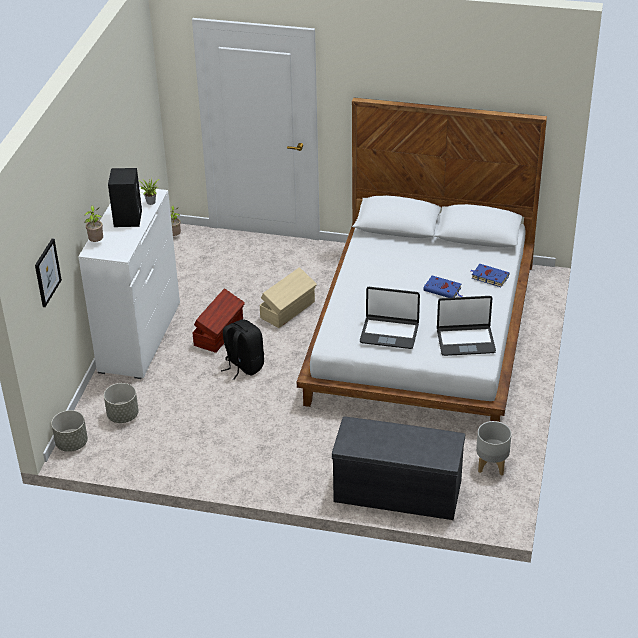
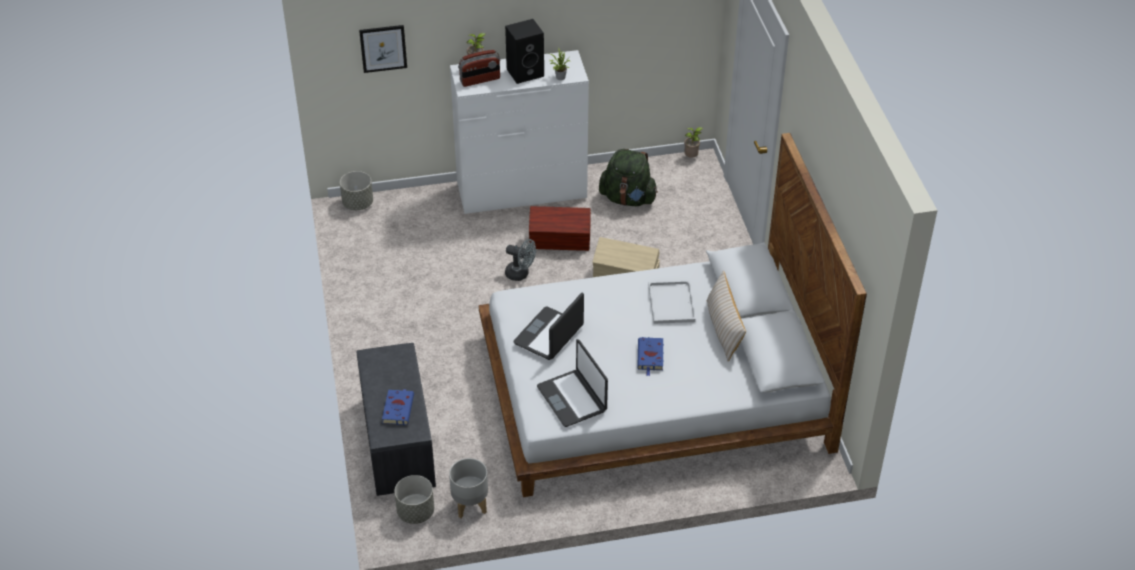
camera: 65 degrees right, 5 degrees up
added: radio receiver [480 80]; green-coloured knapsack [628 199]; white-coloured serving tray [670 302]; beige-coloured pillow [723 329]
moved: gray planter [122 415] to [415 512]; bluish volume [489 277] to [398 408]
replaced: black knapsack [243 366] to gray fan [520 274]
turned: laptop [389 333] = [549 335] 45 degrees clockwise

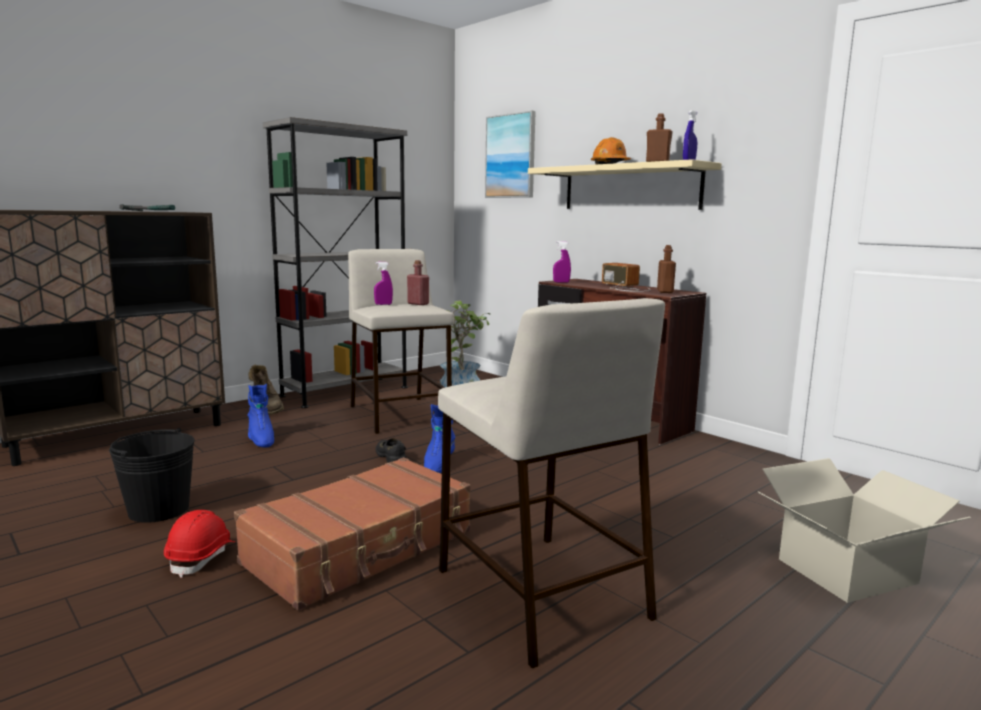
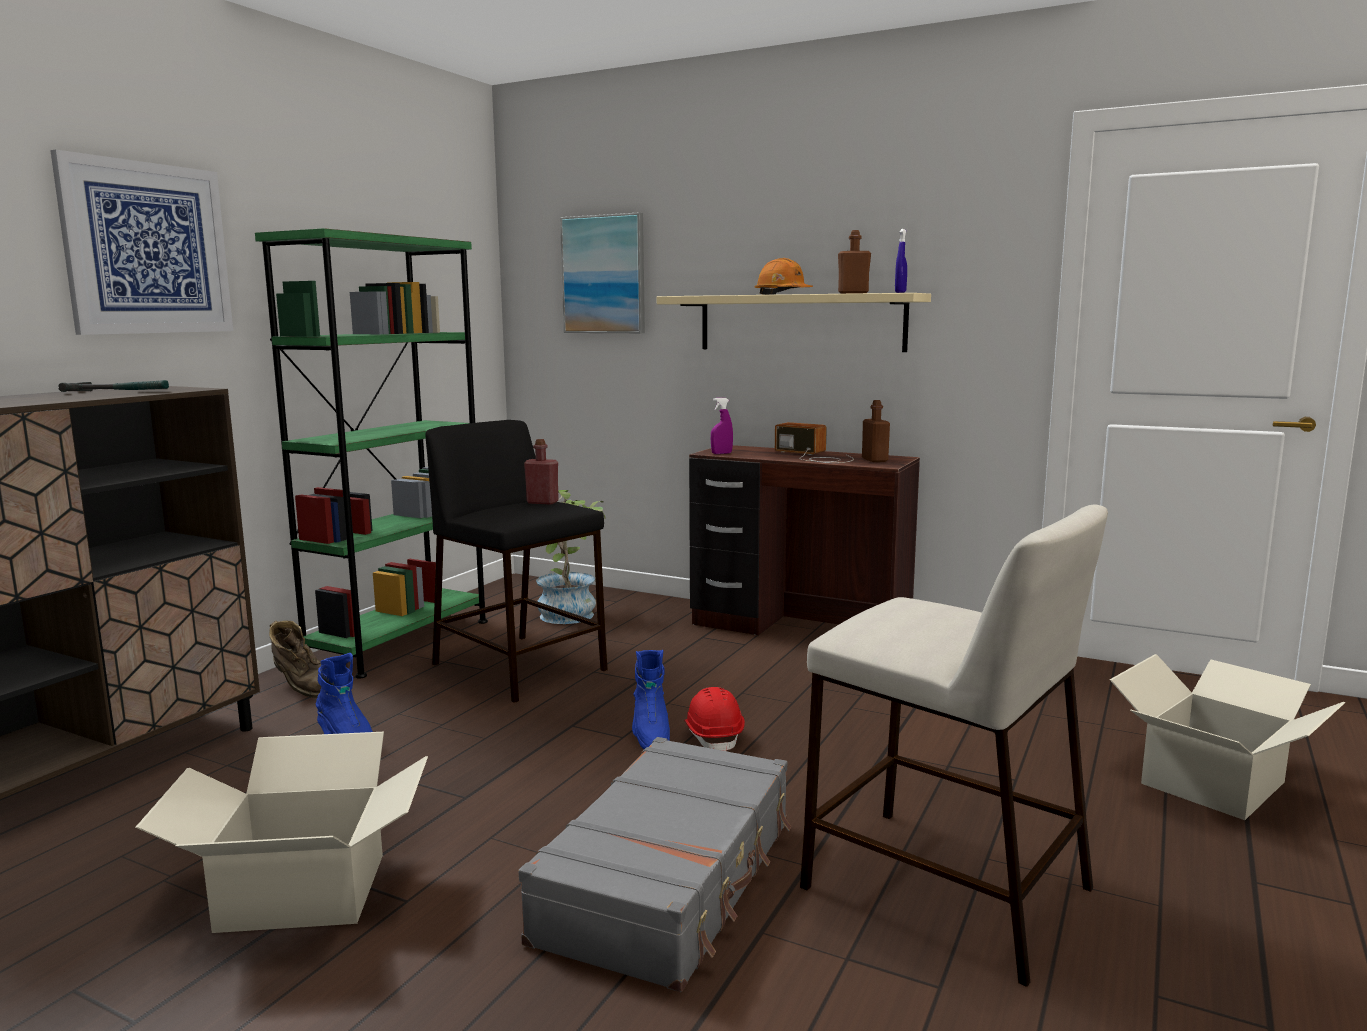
camera: 20 degrees left, 0 degrees up
removed: purple sprayer [383 304]; black item of footwear [392 457]
added: wall picture [147 249]
moved: red-coloured hard hat [202 557] to [714 736]
replaced: black pail [159 510] to packing box [302 891]
recoloured: brownish suitcase [361 548] to gray suitcase [670 880]; gray bookshelf [345 391] to green-coloured bookshelf [399 641]; beige-coloured stool seat [400 415] to black stool seat [521 667]

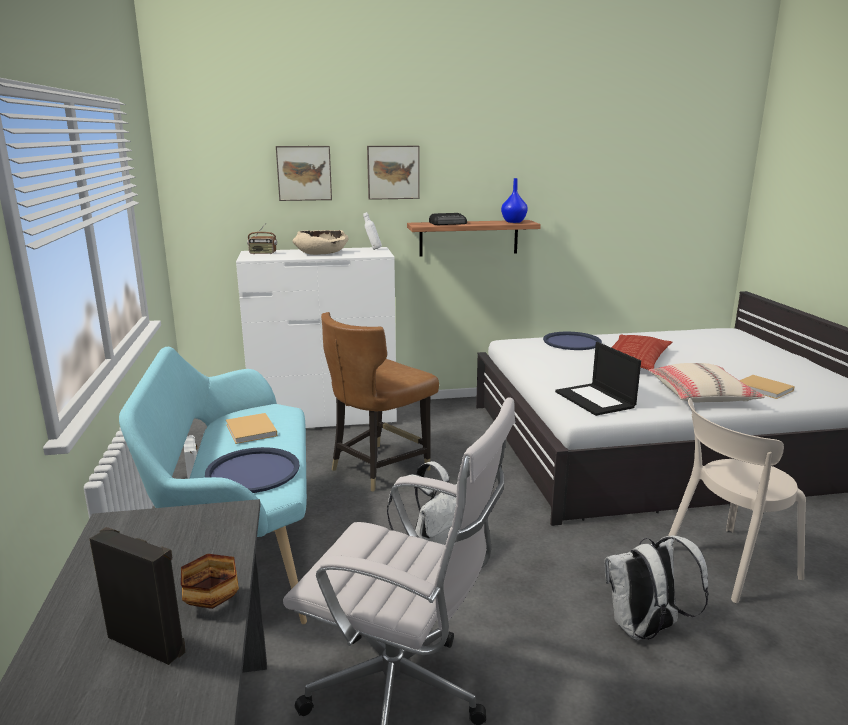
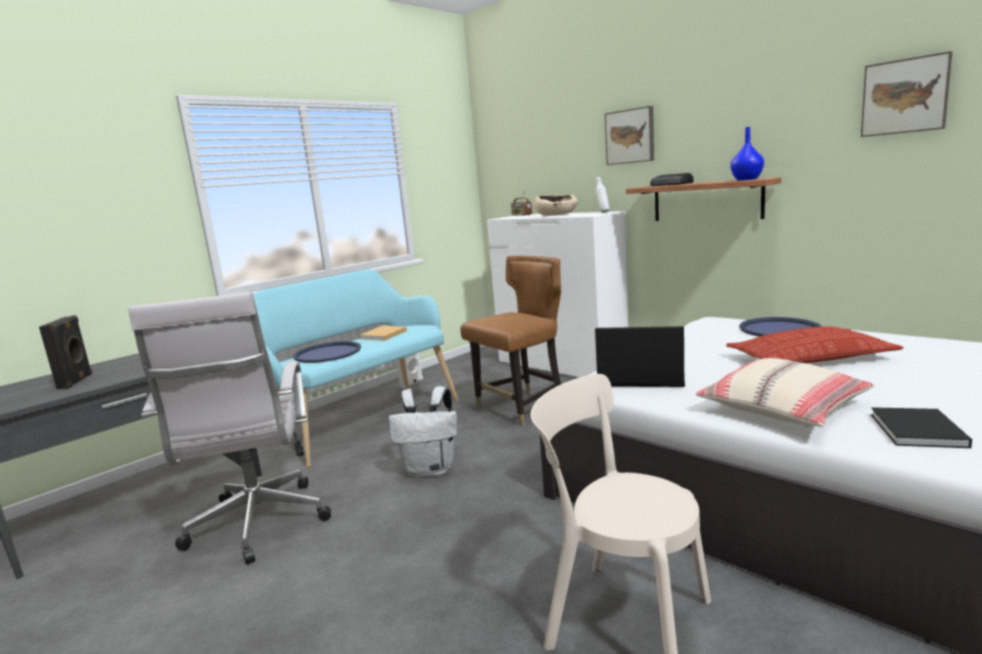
camera: 55 degrees right, 5 degrees down
removed: deep dish [210 601]; white-coloured knapsack [645 630]
moved: wall picture [304 173] to [905 96]
recoloured: beige-coloured volume [765 389] to black volume [918 431]
turned: brownish chair [378 468] = [522 407] 135 degrees clockwise; laptop [596 400] = [639 377] 75 degrees clockwise

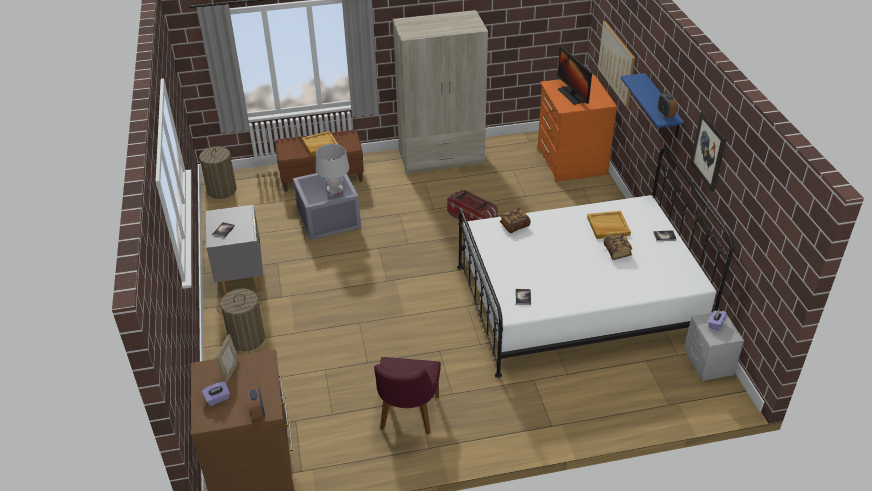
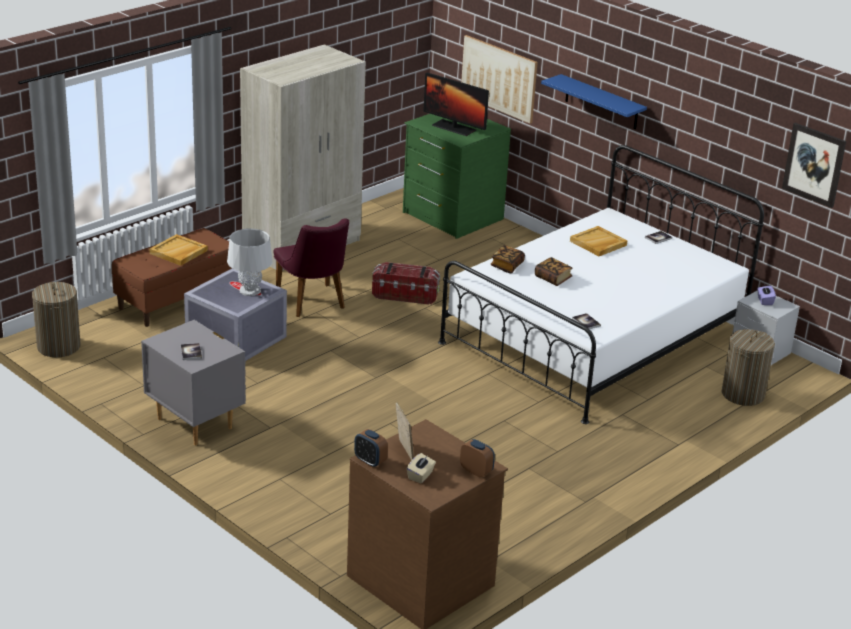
camera: 35 degrees left, 10 degrees down
moved: washing basket [247 338] to [742 394]; purple chair [407 417] to [313 304]; volume [617 251] to [553 278]; bedside clock [665 115] to [370 461]; wall picture [708 151] to [814 164]
recoloured: purple box of tissues [217 399] to beige-coloured box of tissues [420 476]; orange-coloured dresser [570 161] to green-coloured dresser [451 216]

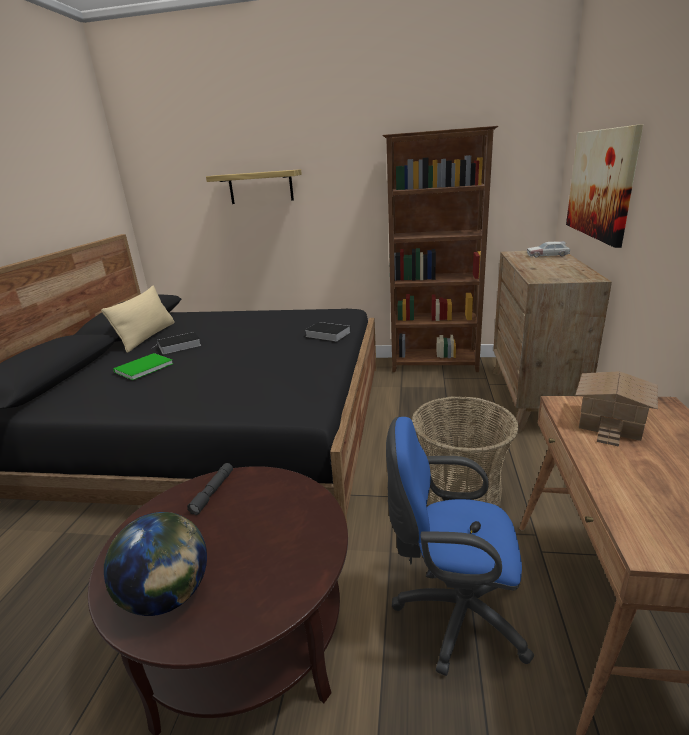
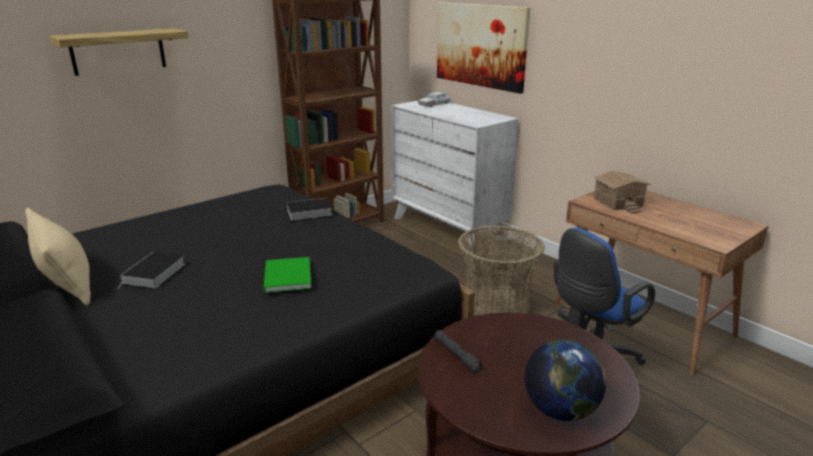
camera: 50 degrees left, 0 degrees up
moved: green-coloured volume [142 368] to [286 277]
recoloured: brownish dresser [532 398] to white-coloured dresser [448 228]

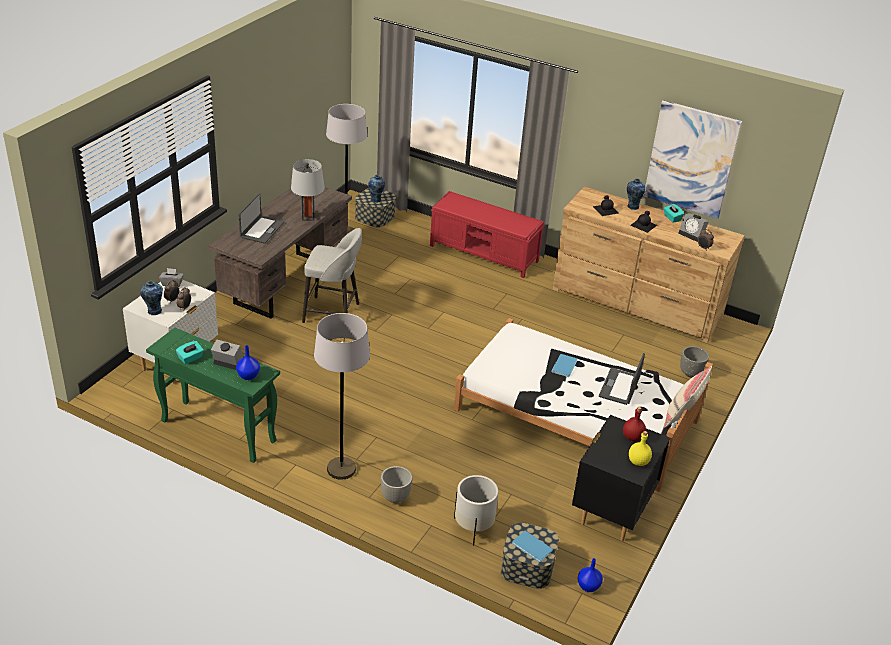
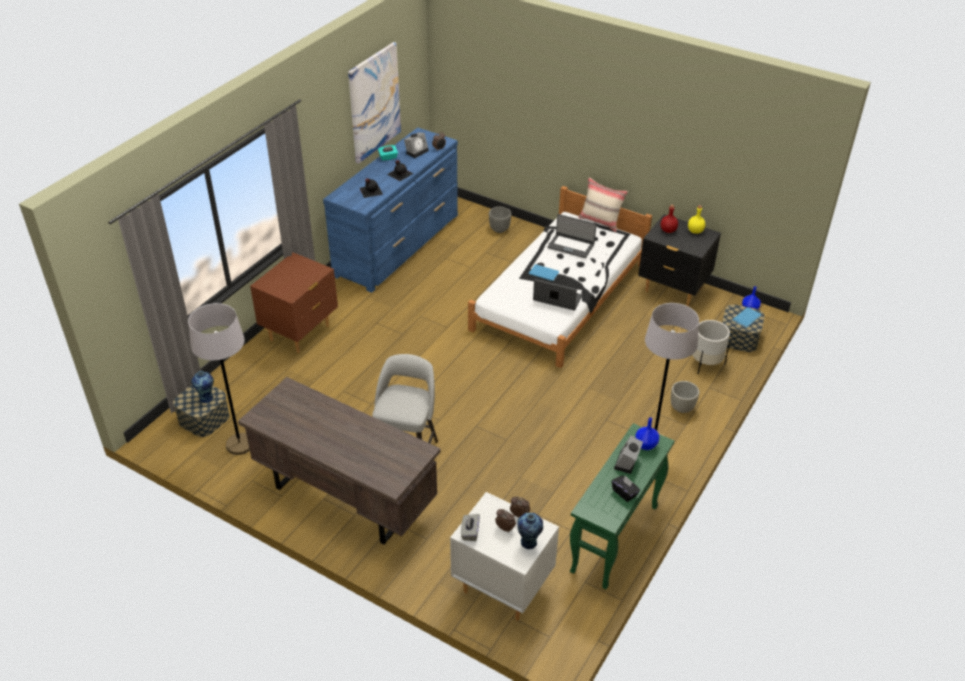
camera: 85 degrees left, 5 degrees up
removed: gray lamp for a table [308 217]; decorative vase [632 206]
moved: laptop [261 230] to [557 299]
replaced: red-coloured indoor bench [484 253] to brownish night table [300 333]
recoloured: turquoise-coloured box of tissues [190 358] to black box of tissues [624 493]; brownish dresser [636 304] to bluish dresser [398 245]

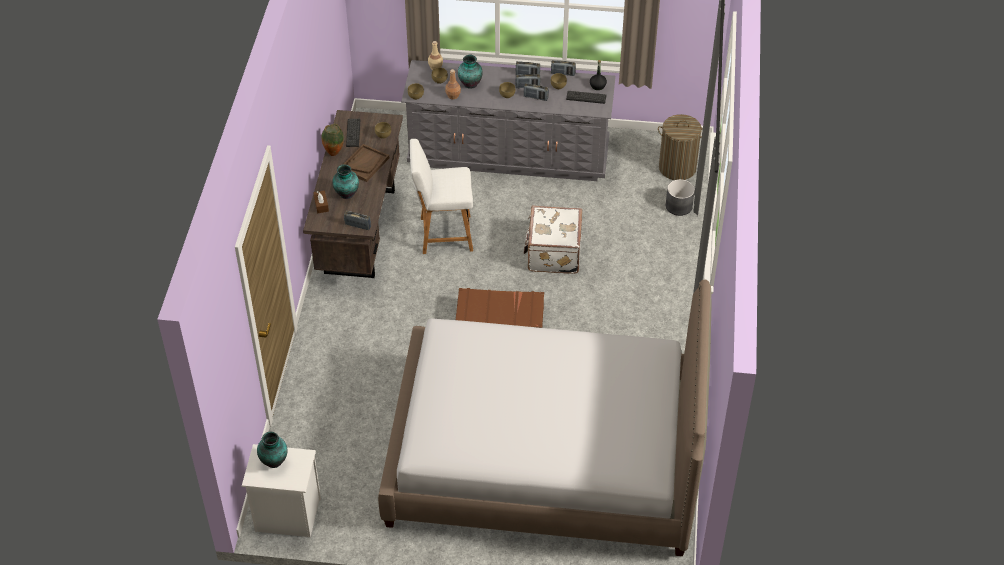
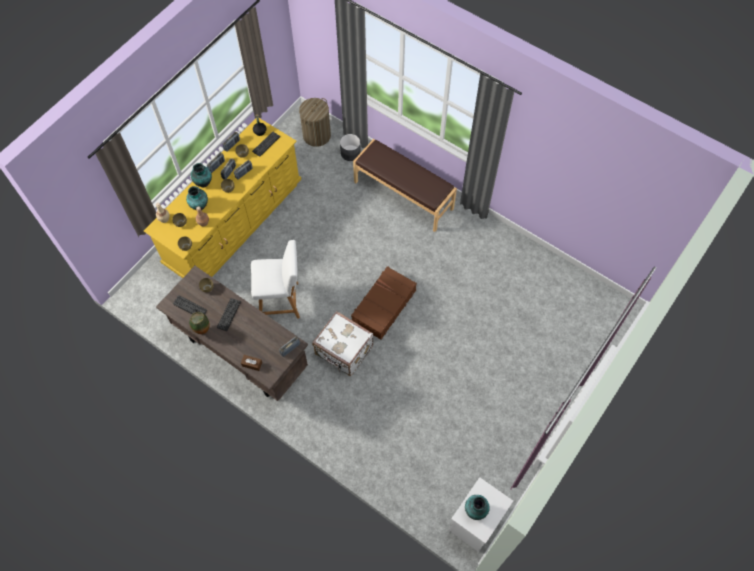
camera: 60 degrees left, 15 degrees up
removed: sleeping bed [545 456]
added: brownish indoor bench [403 195]
moved: decorative vase [346 194] to [203 183]; white-coloured suitcase [553 253] to [343 351]
replaced: brownish serving tray [364 164] to PC keyboard [229 314]
recoloured: gray dresser [508 154] to yellow-coloured dresser [234 223]
turned: white-coloured chair [443 234] = [281 301] 120 degrees counterclockwise

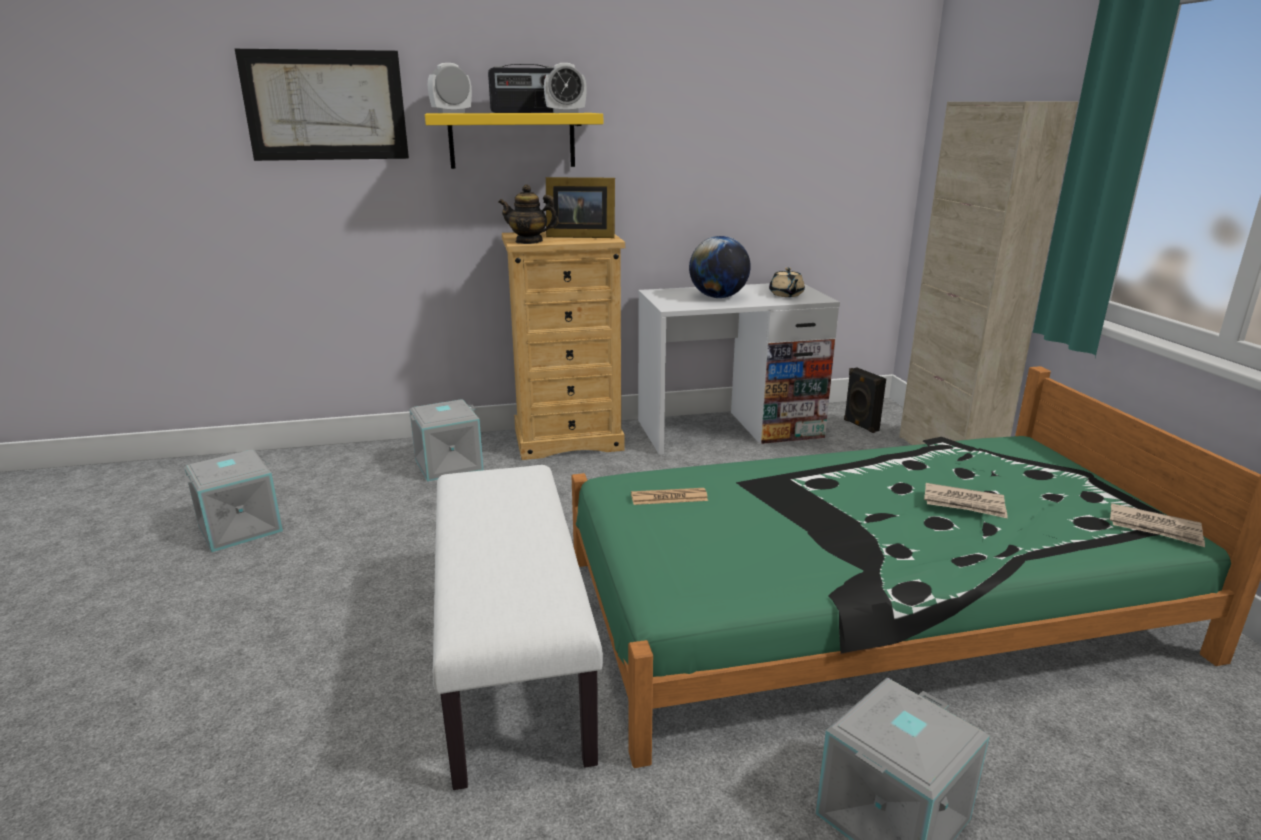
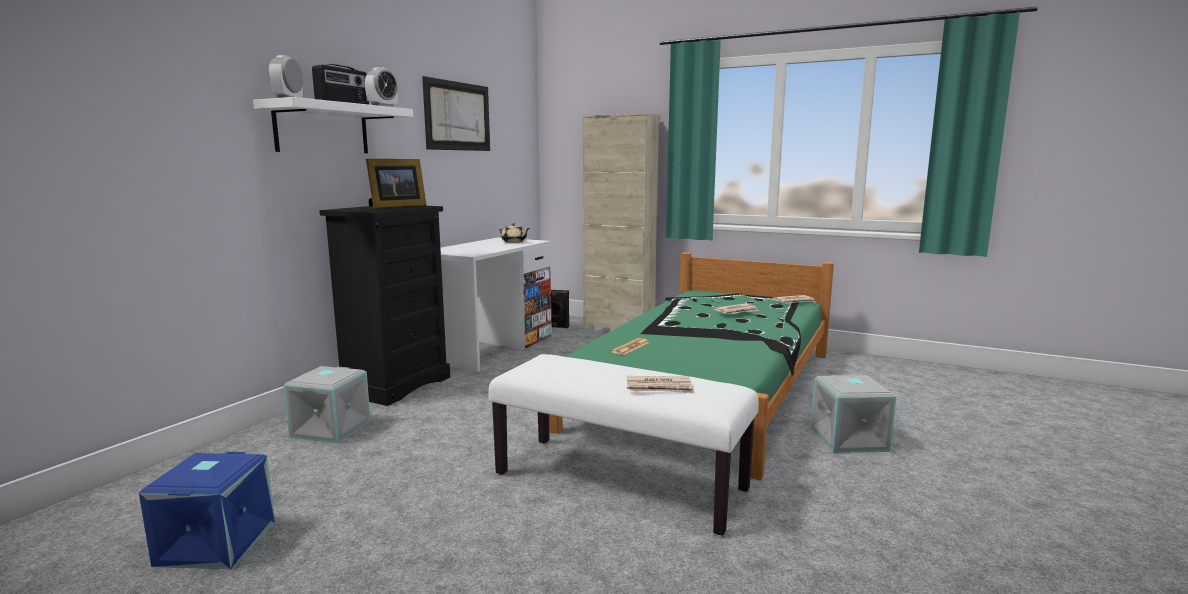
camera: 50 degrees left, 10 degrees down
removed: teapot [529 241]; world globe [718 297]
added: printed paper [659 388]
moved: wall picture [325 105] to [458 116]
recoloured: gray storage bin [240 527] to bluish storage bin [215 543]; yellow-coloured wall shelf [512 140] to white-coloured wall shelf [322 129]; beige-coloured dresser [568 440] to black dresser [396 385]

